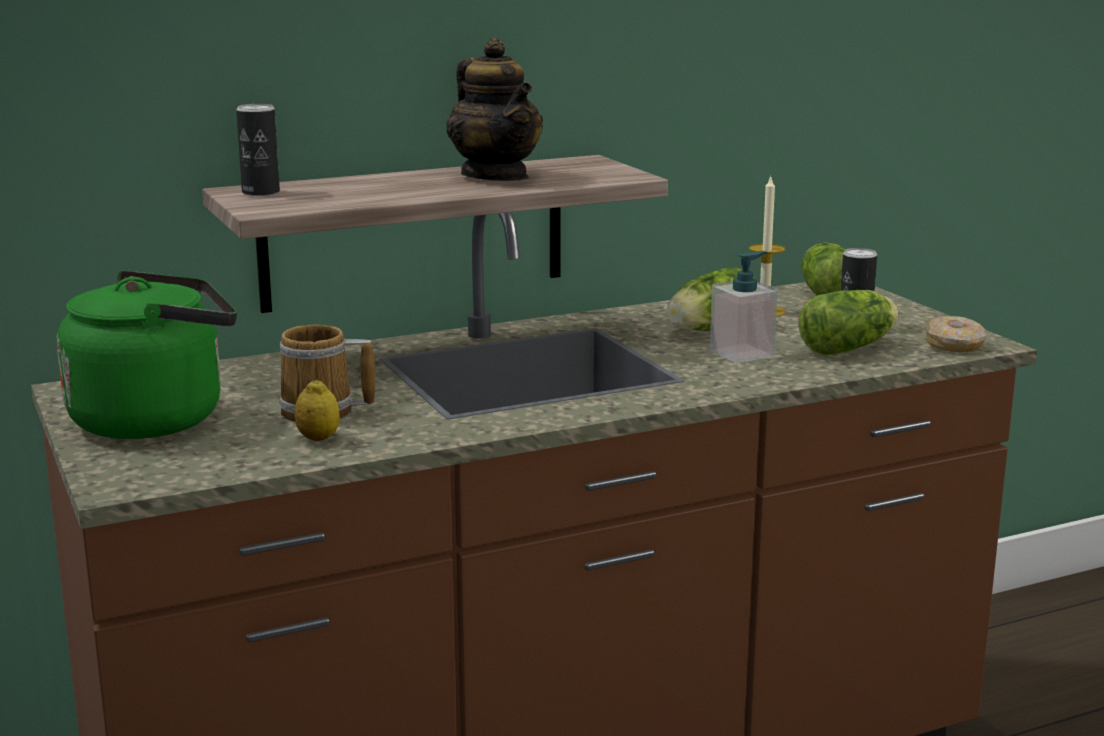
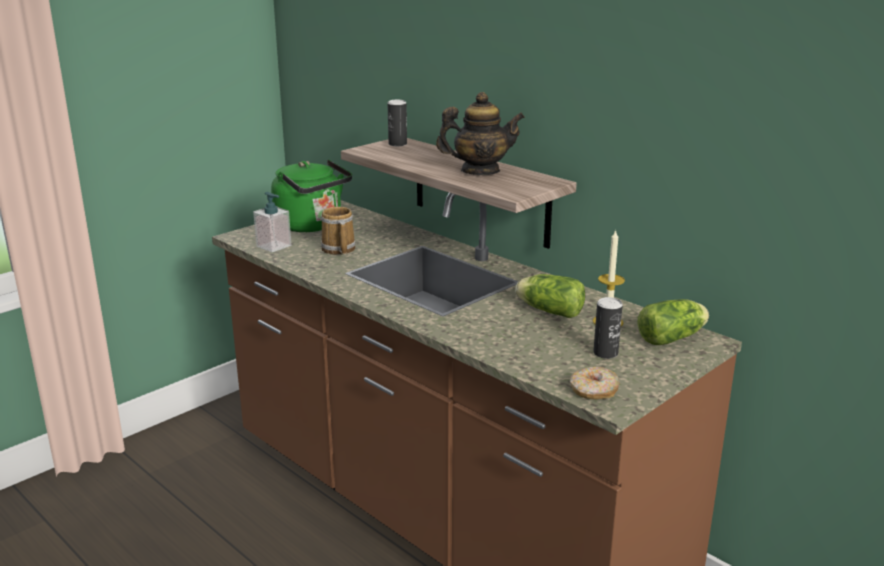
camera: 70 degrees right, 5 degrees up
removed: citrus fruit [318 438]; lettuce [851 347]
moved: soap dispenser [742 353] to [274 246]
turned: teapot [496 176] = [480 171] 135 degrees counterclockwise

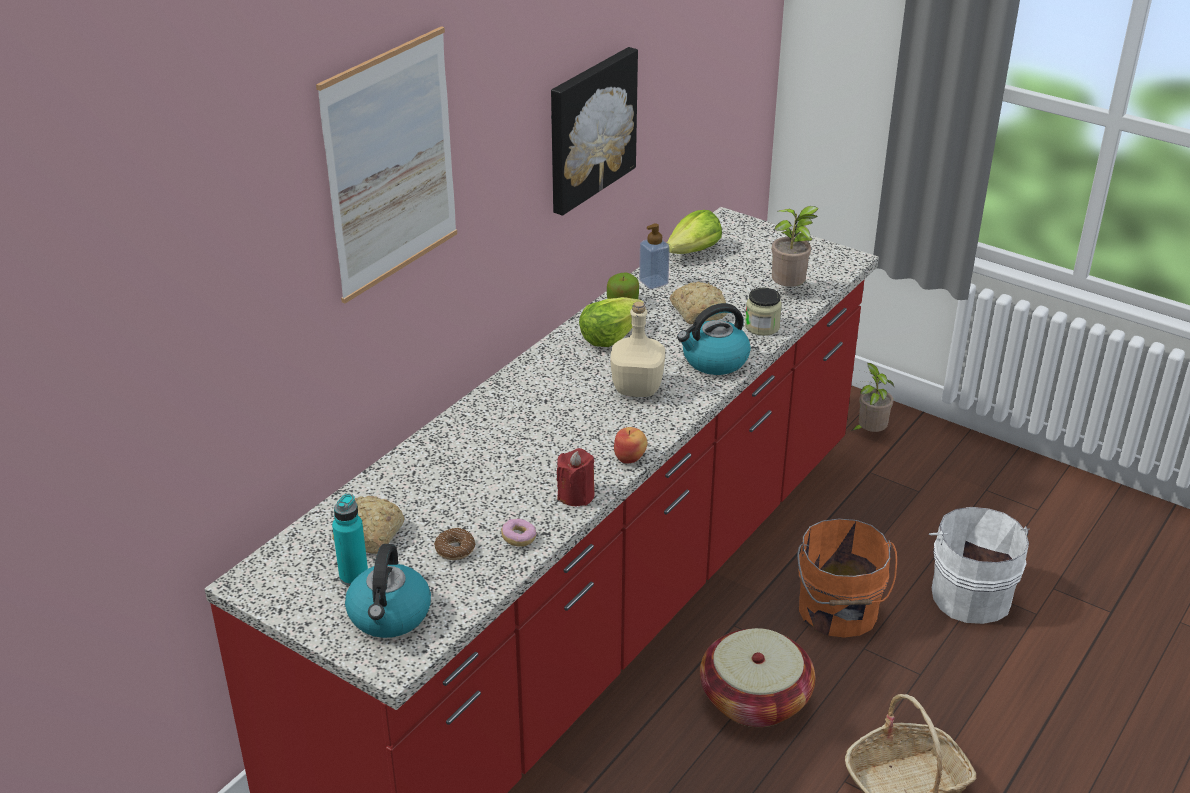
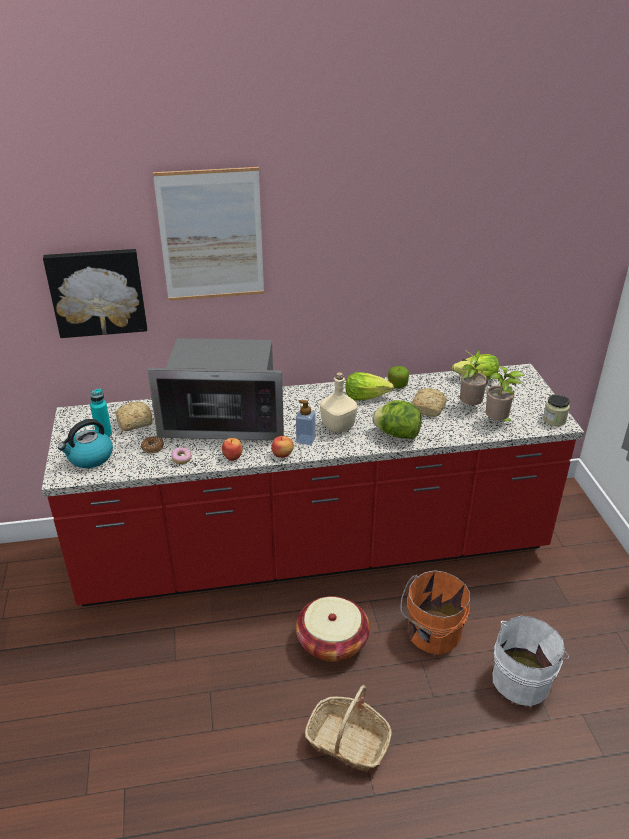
camera: 45 degrees right, 0 degrees up
added: kitchen microwave [225 420]
moved: wall picture [589 128] to [97 292]; soap dispenser [653 282] to [305 440]; storage jar [762 327] to [554 420]; houseplant [869 433] to [469 406]
replaced: red-coloured candle [576 495] to apple [233 456]; kettle [714 361] to lettuce [396 434]

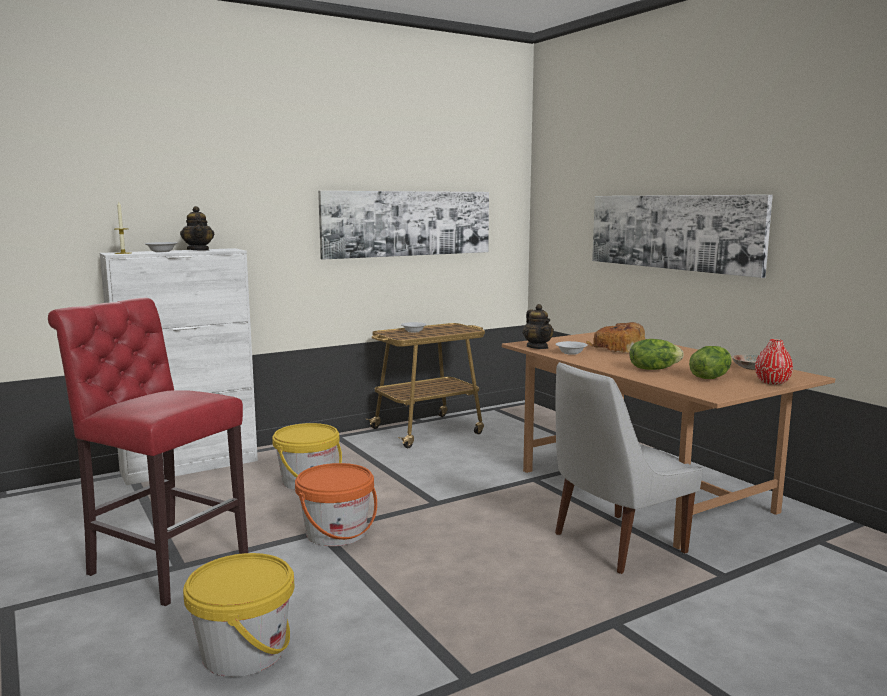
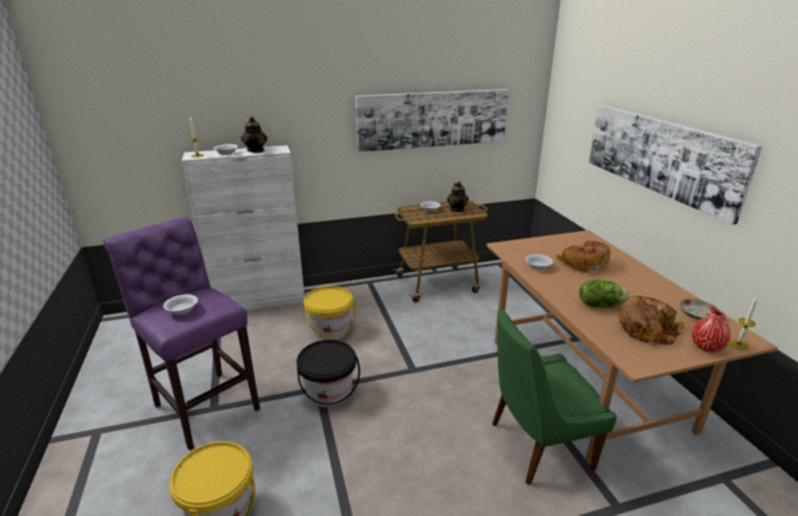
camera: 15 degrees right, 15 degrees up
added: white-coloured deep dish [181 310]; candle [738 344]
moved: teapot [537 347] to [457 209]
replaced: lettuce [710 377] to bread [647 328]
recoloured: red-coloured stool seat [163 565] to purple stool seat [204 405]; orange-coloured pail [336 533] to black pail [329 392]; white-coloured chair [615 544] to green-coloured chair [536 446]

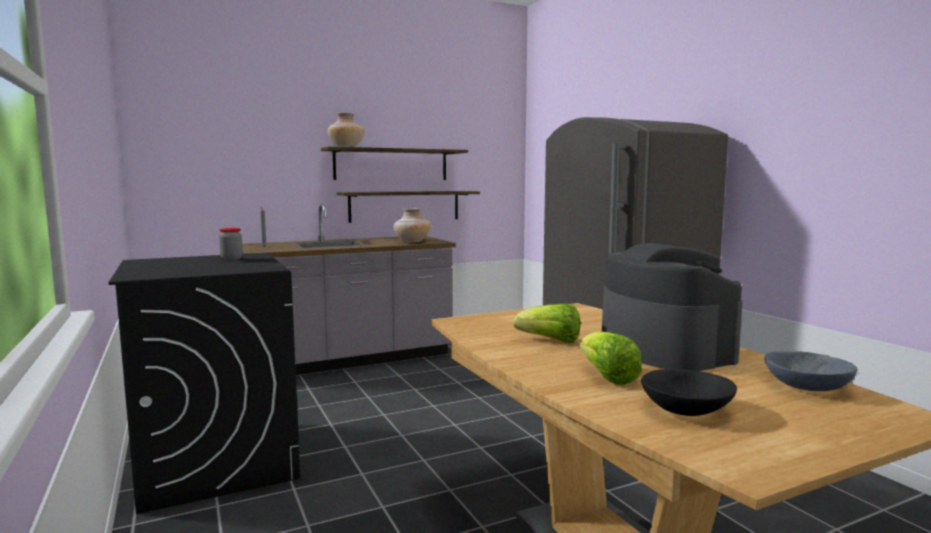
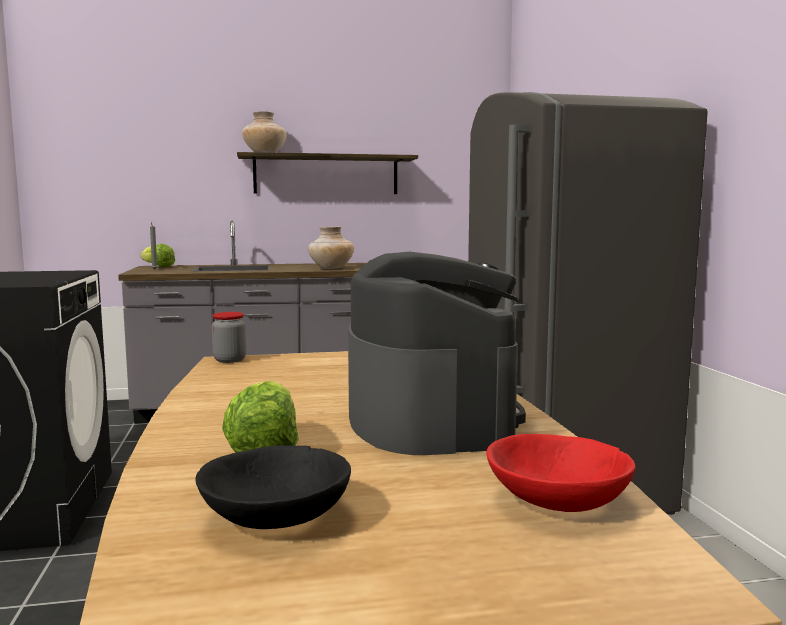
camera: 15 degrees right, 0 degrees up
removed: wall shelf [405 206]
moved: storage jar [231 259] to [229 360]; lettuce [550 341] to [158 267]
recoloured: gray deep dish [806 387] to red-coloured deep dish [555 501]

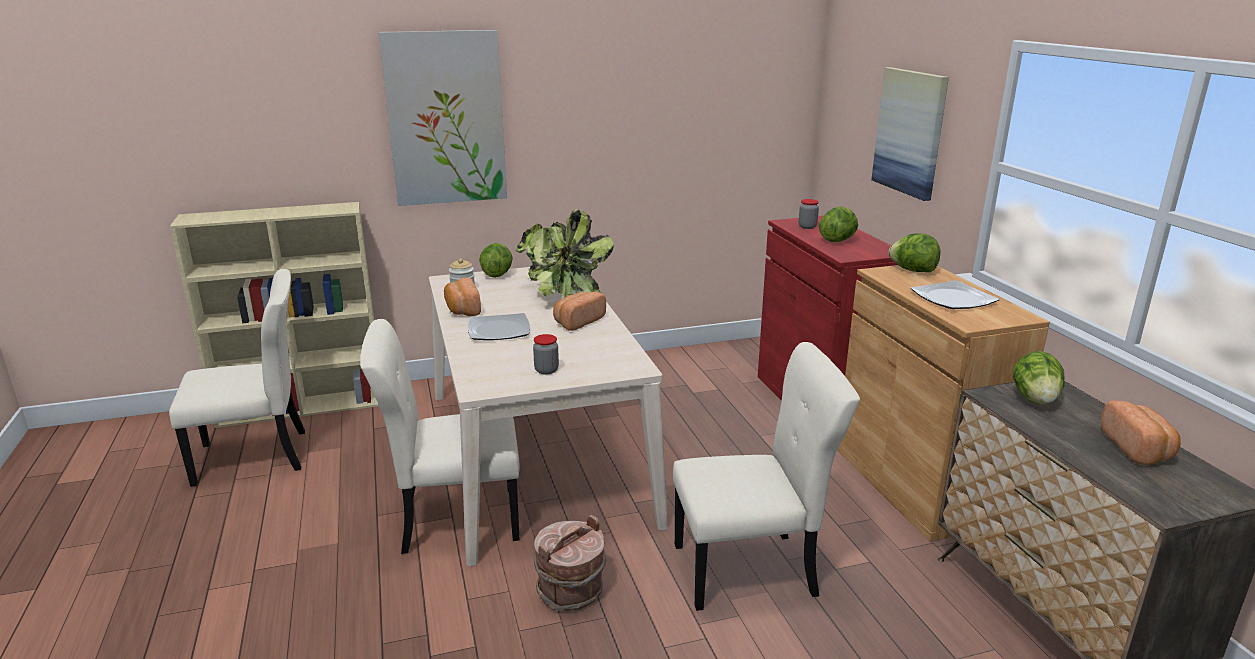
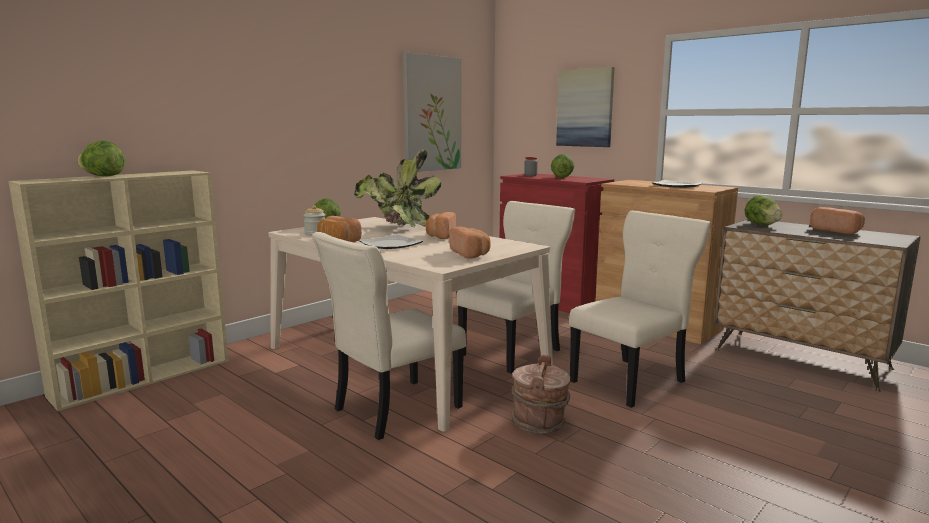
camera: 30 degrees left, 10 degrees down
moved: beige-coloured chair [257 457] to [513 352]; wall picture [446 119] to [432 114]; lettuce [913 270] to [103 176]
replaced: storage jar [546 370] to bread [471 254]

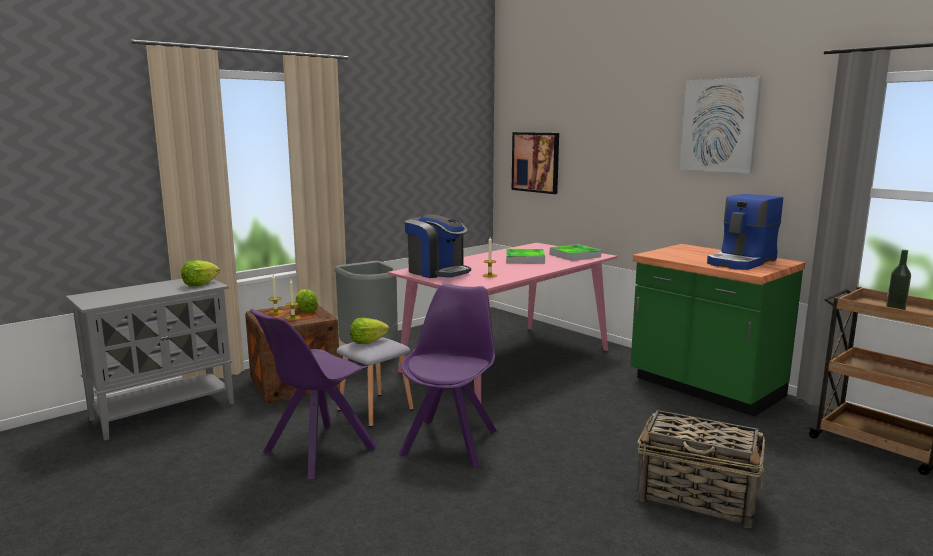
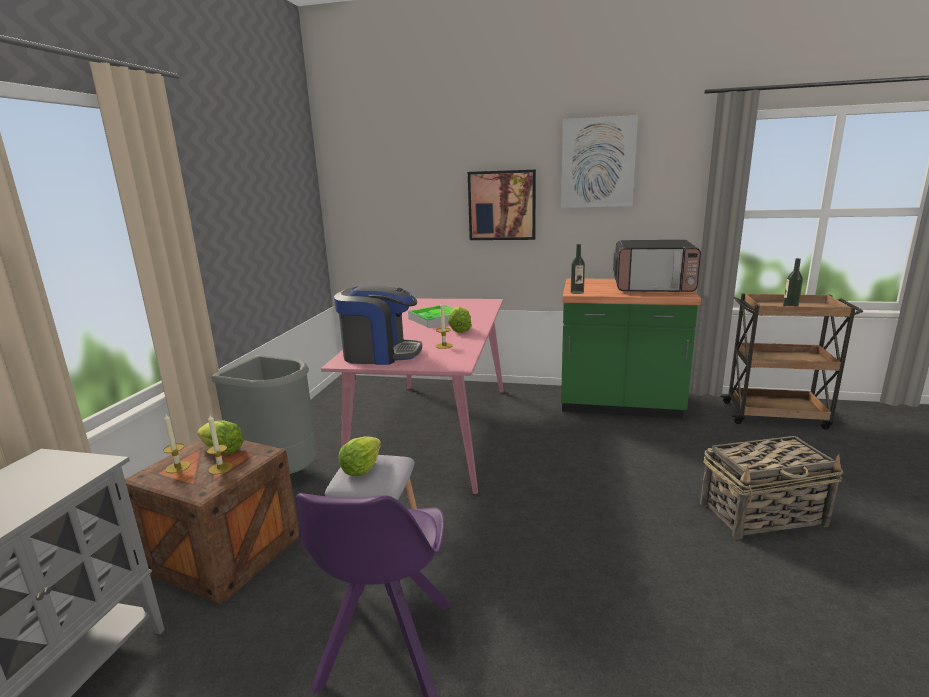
camera: 35 degrees left, 5 degrees up
removed: purple chair [451 441]; serving tray [575 255]
added: beverage bottle [577 292]
moved: lettuce [200 284] to [459 330]; wall picture [535 162] to [502 205]
replaced: coffee maker [742 262] to kitchen microwave [653 287]

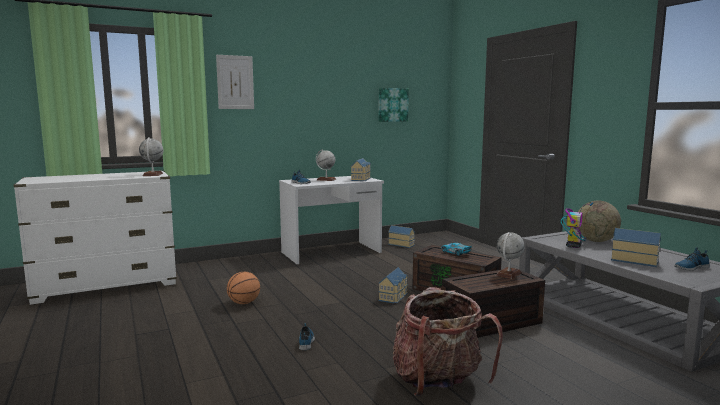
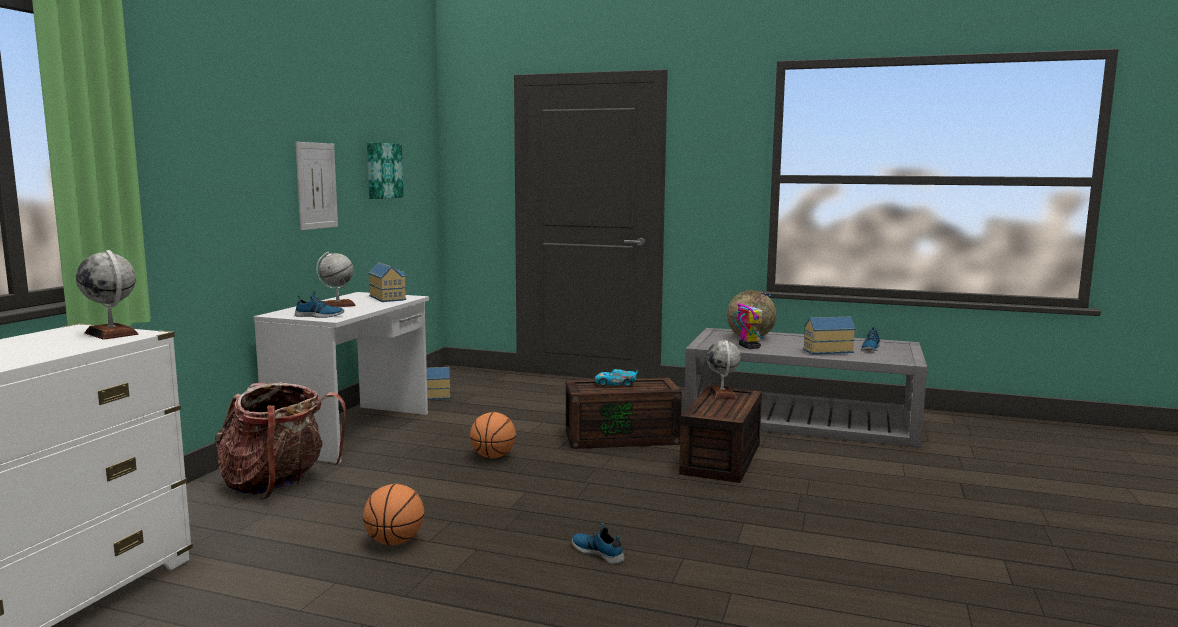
camera: 45 degrees left, 0 degrees up
removed: toy house [394 296]
added: ball for basketball [493 457]
moved: wall picture [235 82] to [316 185]; knapsack [438 382] to [278 485]

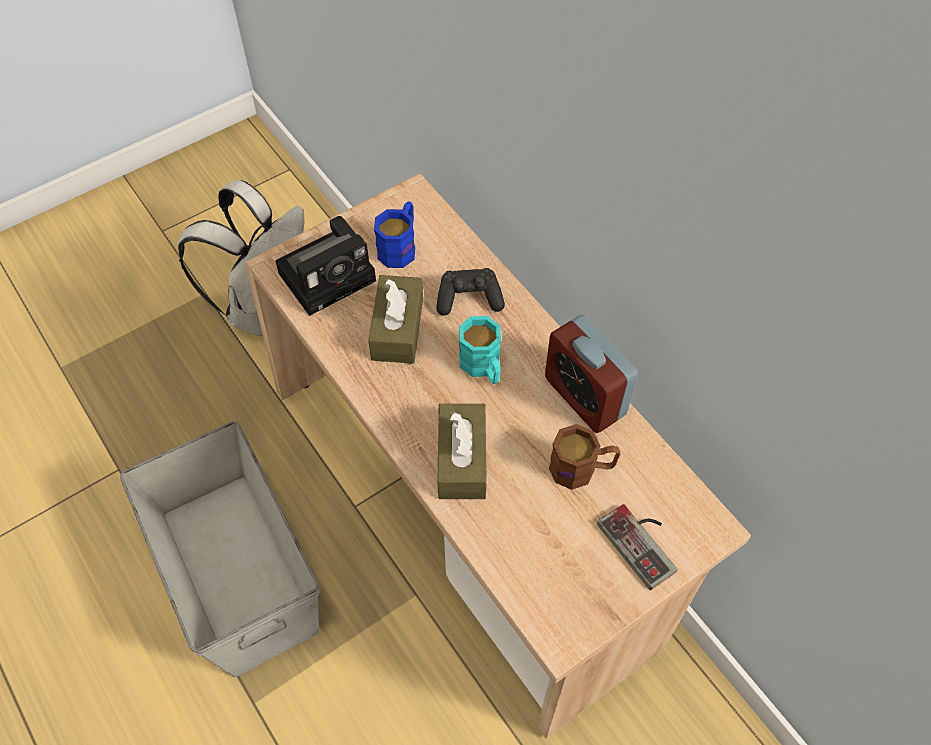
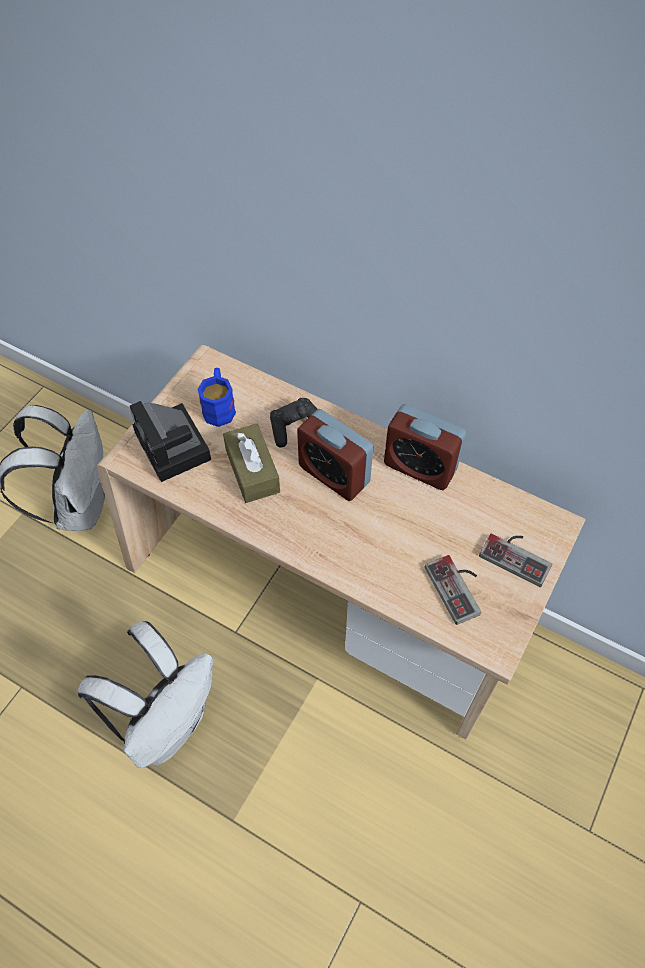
camera: 25 degrees left, 0 degrees up
removed: brownish box of tissues [462 459]; brownish coffee mug [582 469]
added: joypad [459 587]
replaced: gray storage bin [240 569] to white-coloured knapsack [167 722]; turquoise-coloured coffee mug [483 367] to bedside clock [334 474]
turned: photo camera [330 274] = [175 449] 120 degrees clockwise

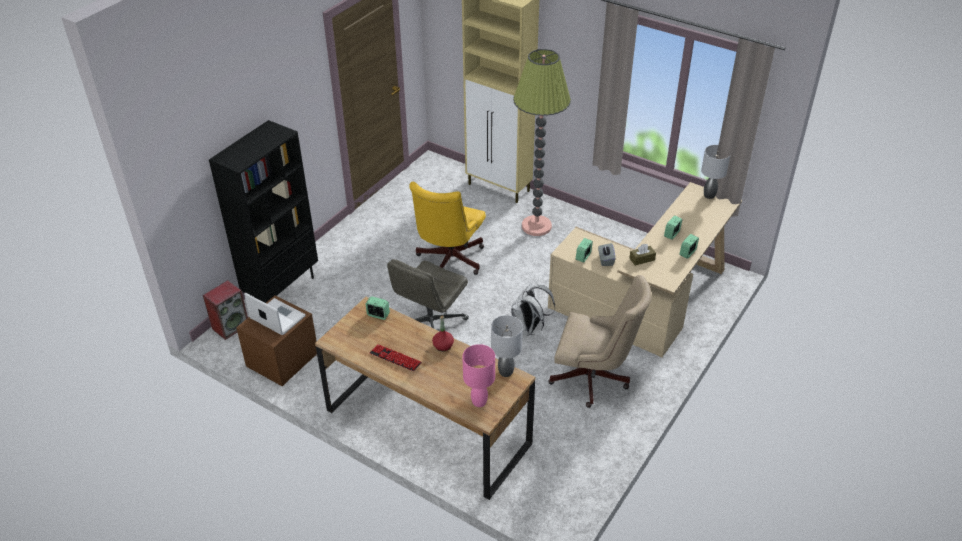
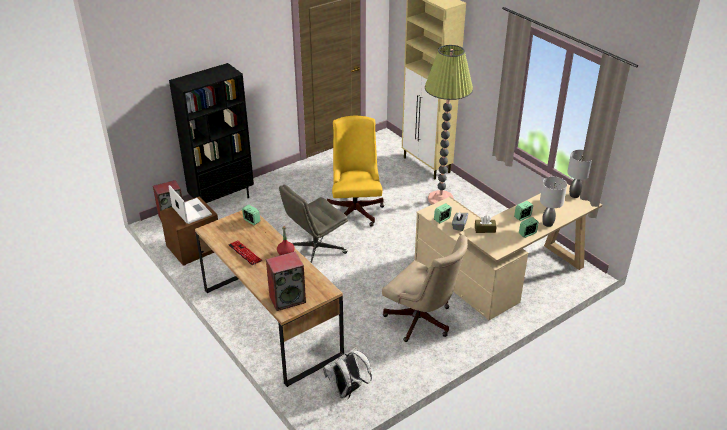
camera: 20 degrees right, 5 degrees down
moved: gray lamp for a table [506 372] to [547 224]; white-coloured knapsack [529 329] to [347 391]
replaced: pink lamp for a table [479 401] to audio speaker [287 299]
turned: yellow-coloured desk chair [448 261] = [356 209] 135 degrees clockwise

